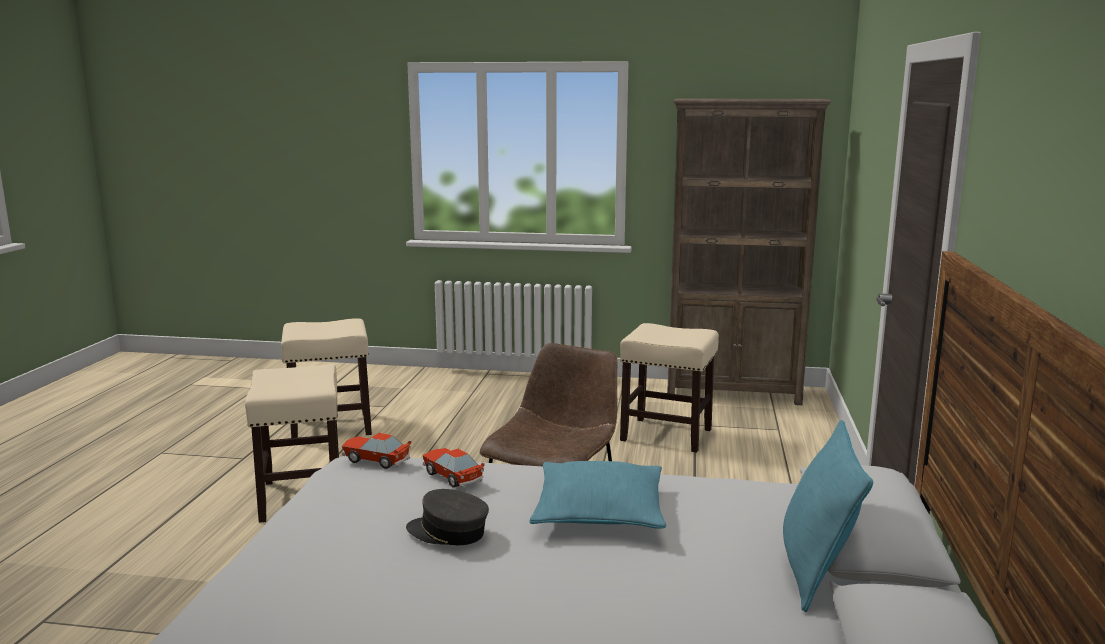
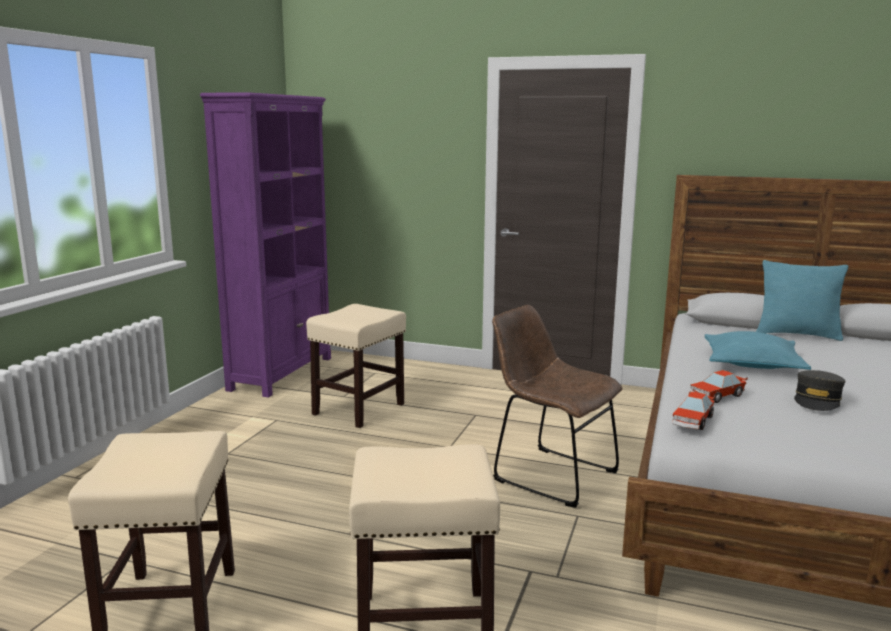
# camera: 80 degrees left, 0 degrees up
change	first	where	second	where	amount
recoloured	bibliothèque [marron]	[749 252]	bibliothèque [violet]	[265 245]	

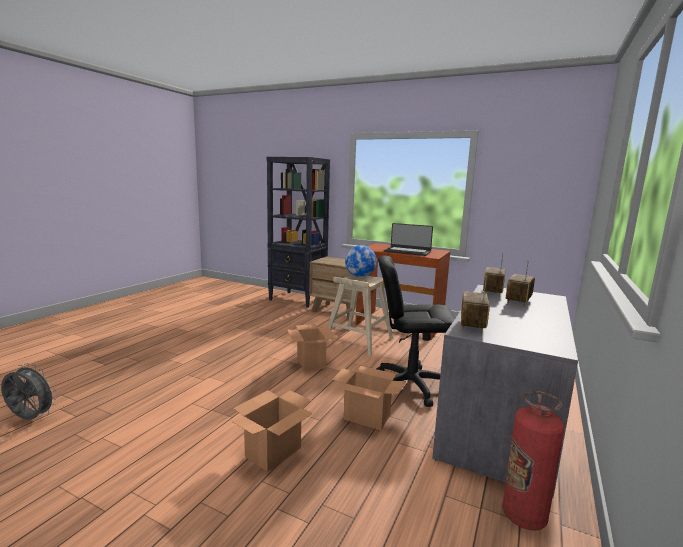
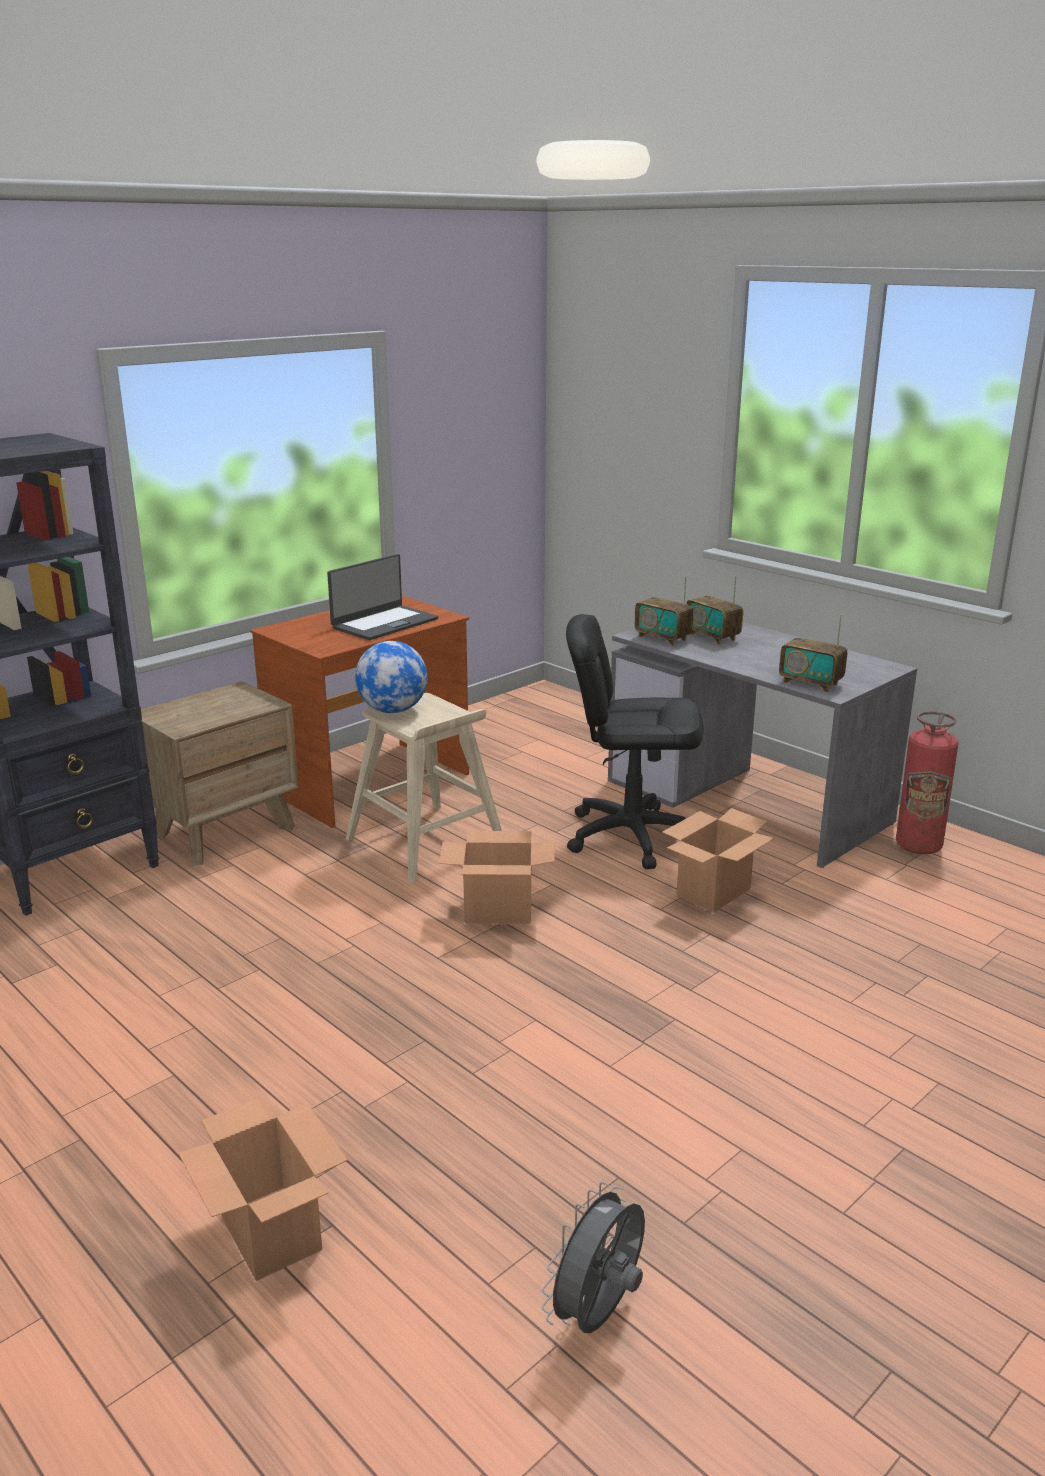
# camera: 70 degrees left, 10 degrees up
change	first	where	second	where	amount
moved	carton	[272 431]		[263 1188]	
turned	chaise de bureau [noir]	[415 331]		[634 741]	75 degrees clockwise

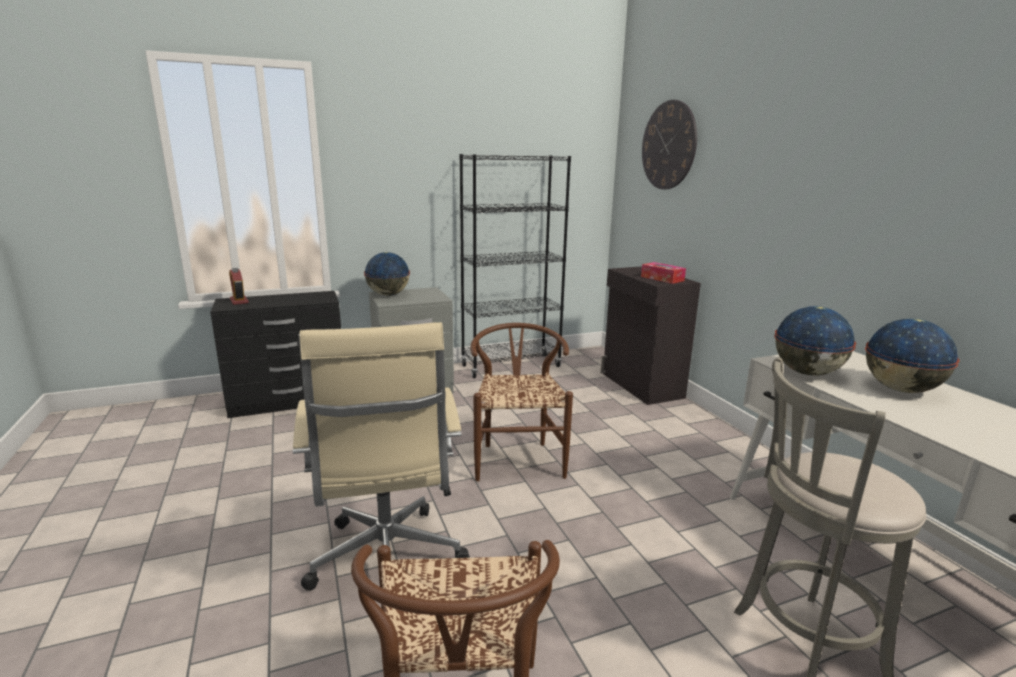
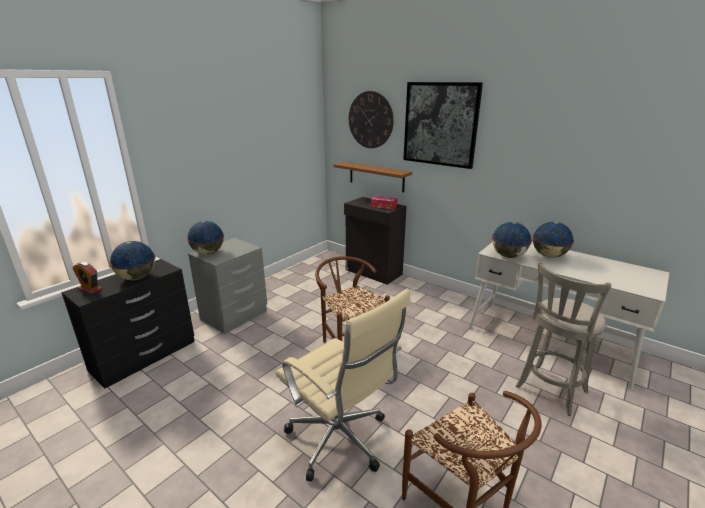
# camera: 30 degrees left, 5 degrees up
change	first	where	second	where	amount
added			globe	[132 260]	
added			étagère [marron]	[372 177]	
added			tableau	[443 125]	
removed	bibliothèque [noir]	[515 266]			

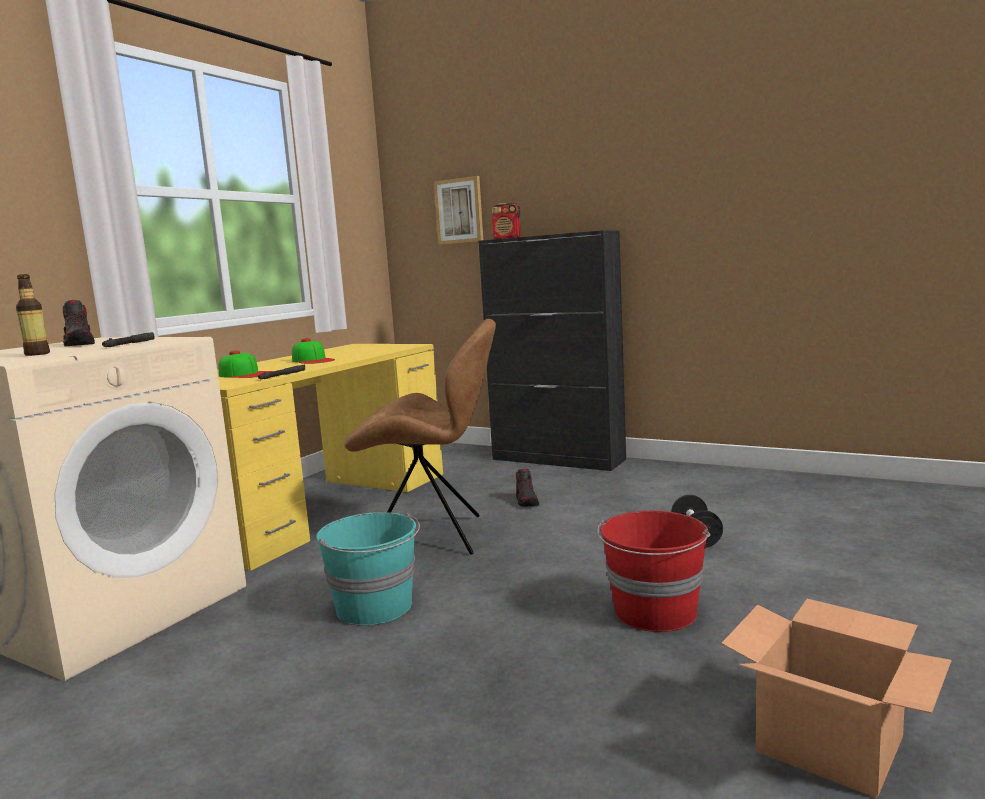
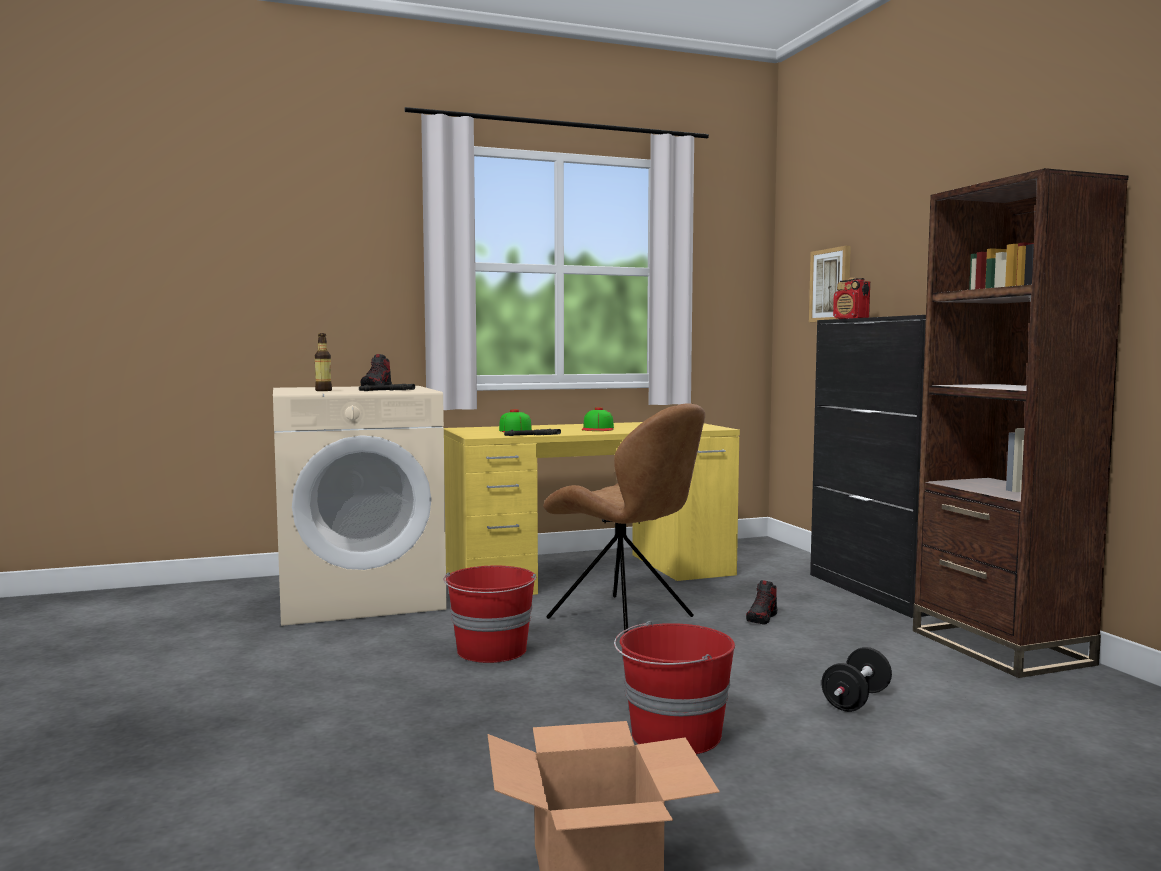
# camera: 40 degrees right, 5 degrees down
change	first	where	second	where	amount
recoloured	seau [turquoise]	[368 569]	seau [rouge]	[490 614]	
added			bibliothèque [marron]	[1020 423]	

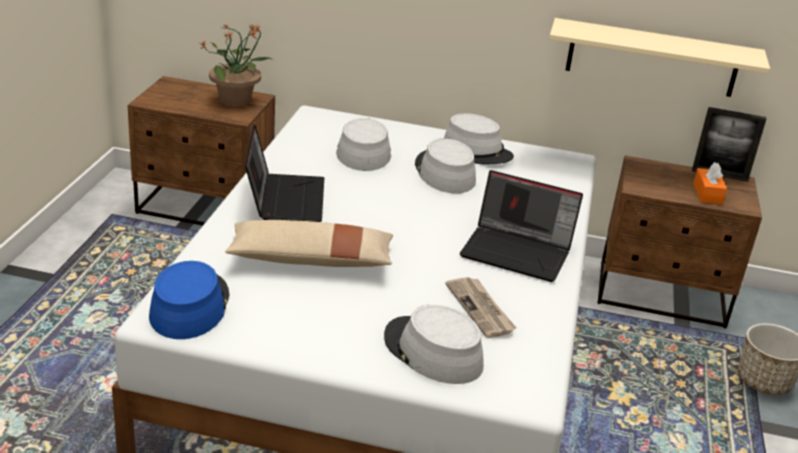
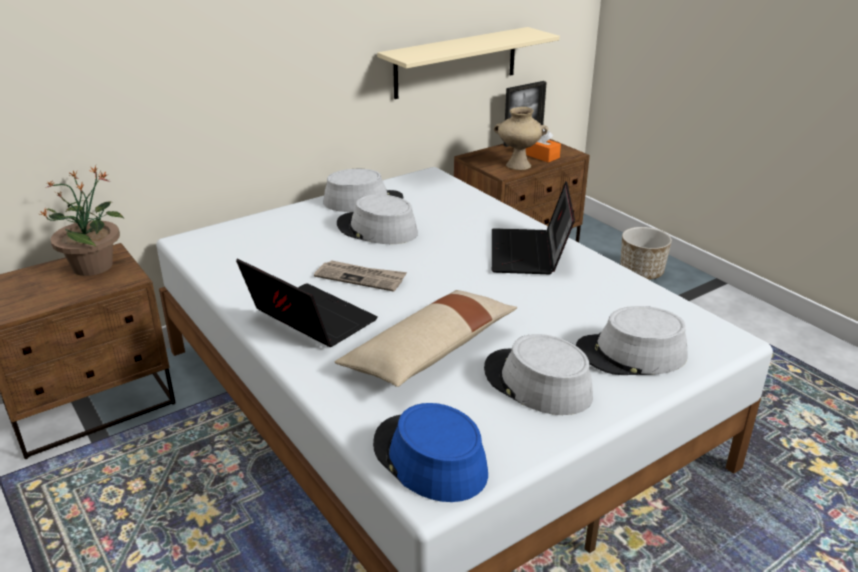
# camera: 45 degrees left, 0 degrees up
change	first	where	second	where	amount
moved	journal	[481 307]		[360 276]	
moved	chapeau [gris]	[363 144]		[538 374]	
turned	ordinateur portable	[521 226]		[533 227]	120 degrees clockwise
added			vase [beige]	[521 138]	

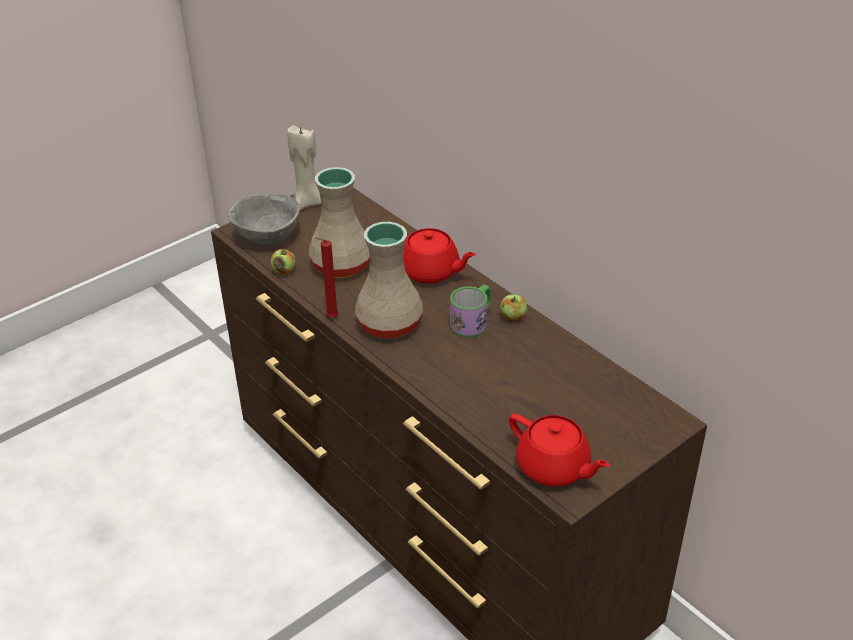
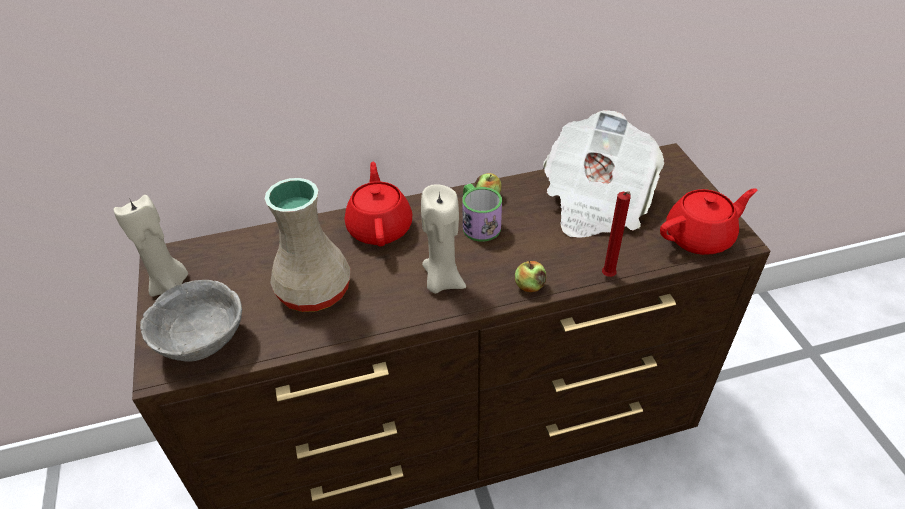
# camera: 65 degrees left, 5 degrees up
change	first	where	second	where	amount
turned	théière [rouge]	[439 256]		[378 204]	60 degrees counterclockwise
replaced	vase [beige]	[389 280]	bougie [beige]	[443 239]	
moved	pomme	[283 261]		[531 276]	
added			journal	[603 174]	
moved	bougie [rouge]	[327 277]		[616 234]	

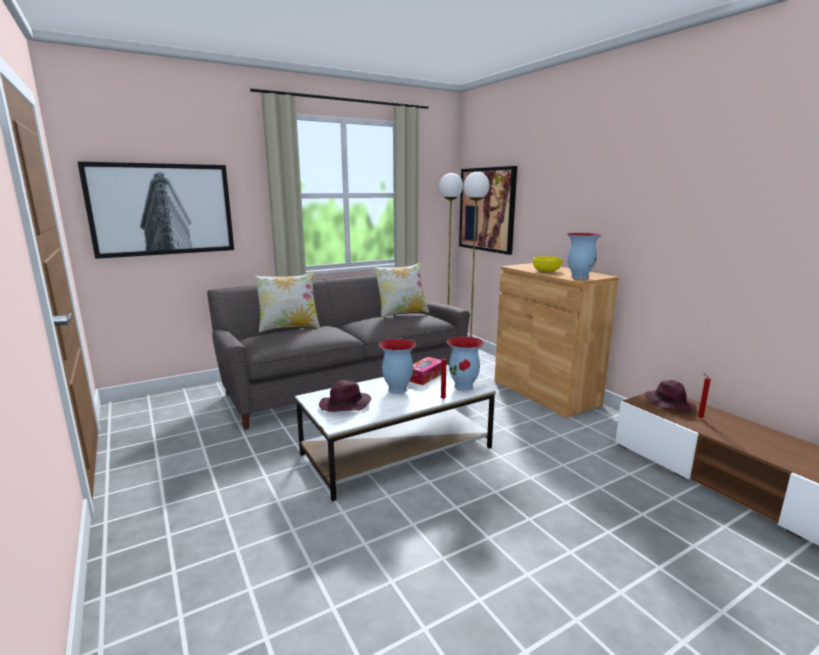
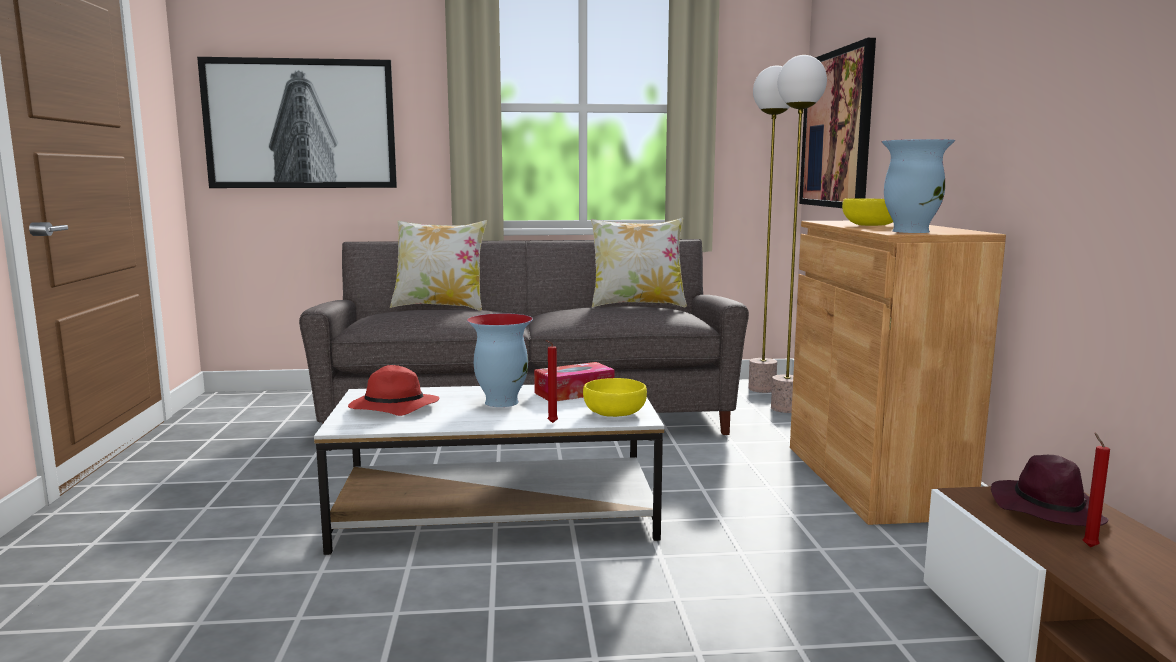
# camera: 25 degrees right, 5 degrees down
change	first	where	second	where	amount
recoloured	chapeau [violet]	[345 396]	chapeau [rouge]	[394 390]	
replaced	vase	[465 363]	bol [jaune]	[615 397]	

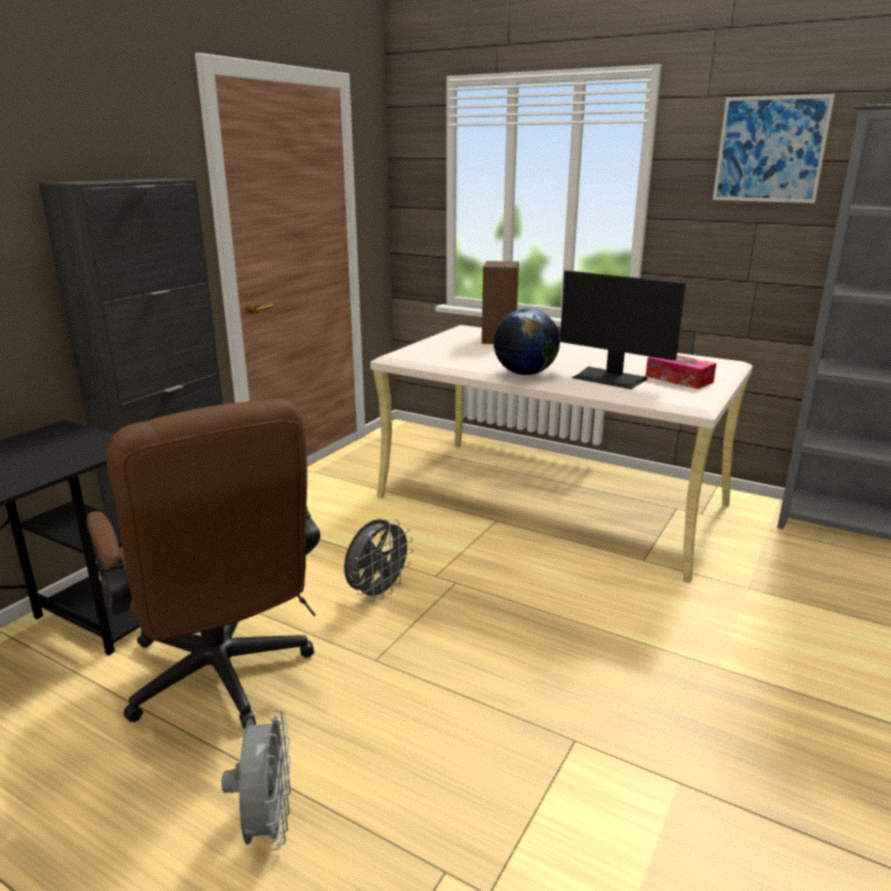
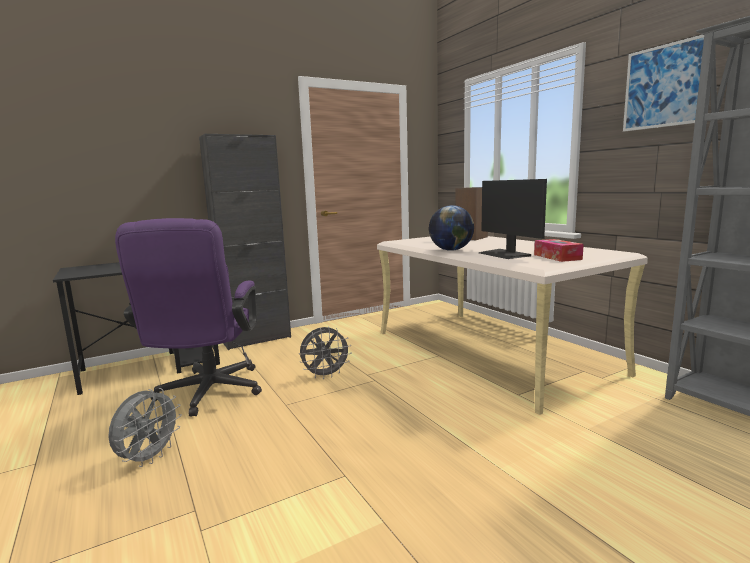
# camera: 30 degrees right, 10 degrees down
change	first	where	second	where	amount
recoloured	chaise de bureau [marron]	[203 564]	chaise de bureau [violet]	[188 317]	

